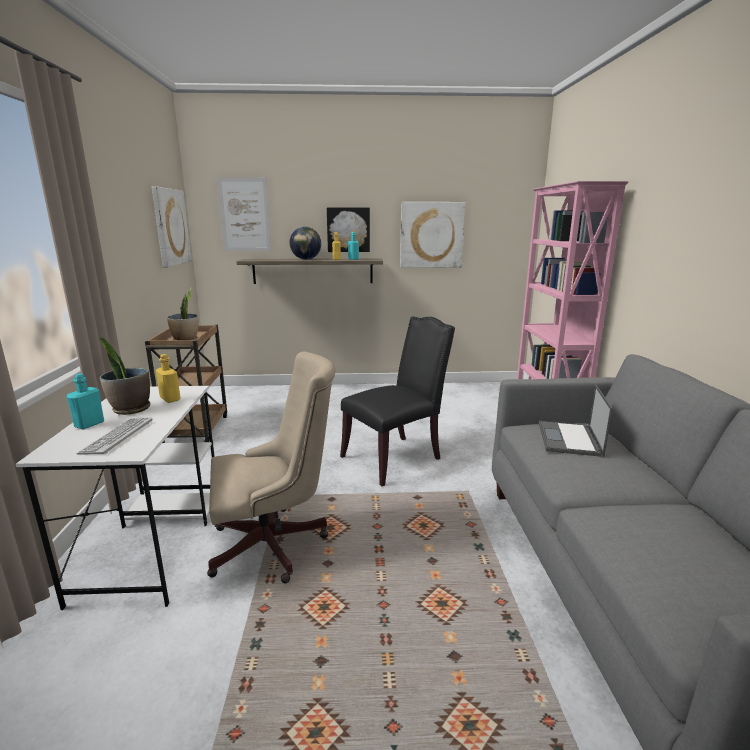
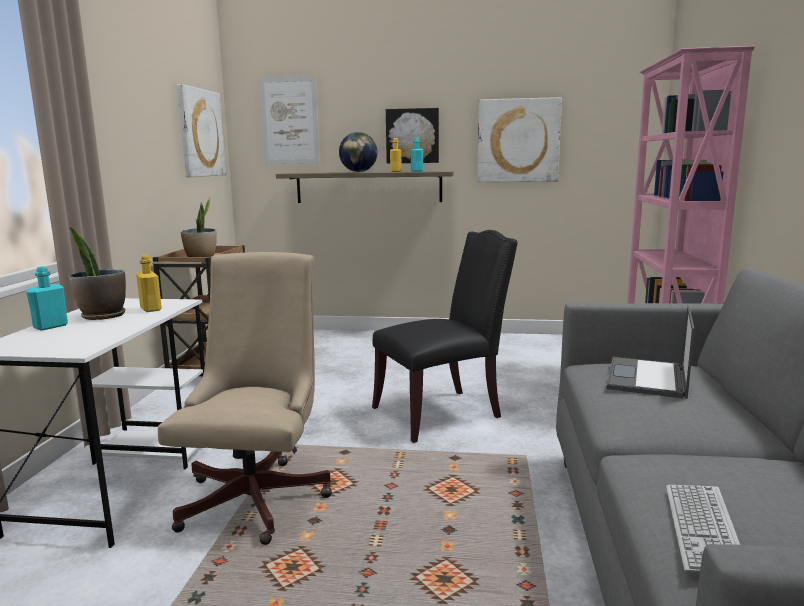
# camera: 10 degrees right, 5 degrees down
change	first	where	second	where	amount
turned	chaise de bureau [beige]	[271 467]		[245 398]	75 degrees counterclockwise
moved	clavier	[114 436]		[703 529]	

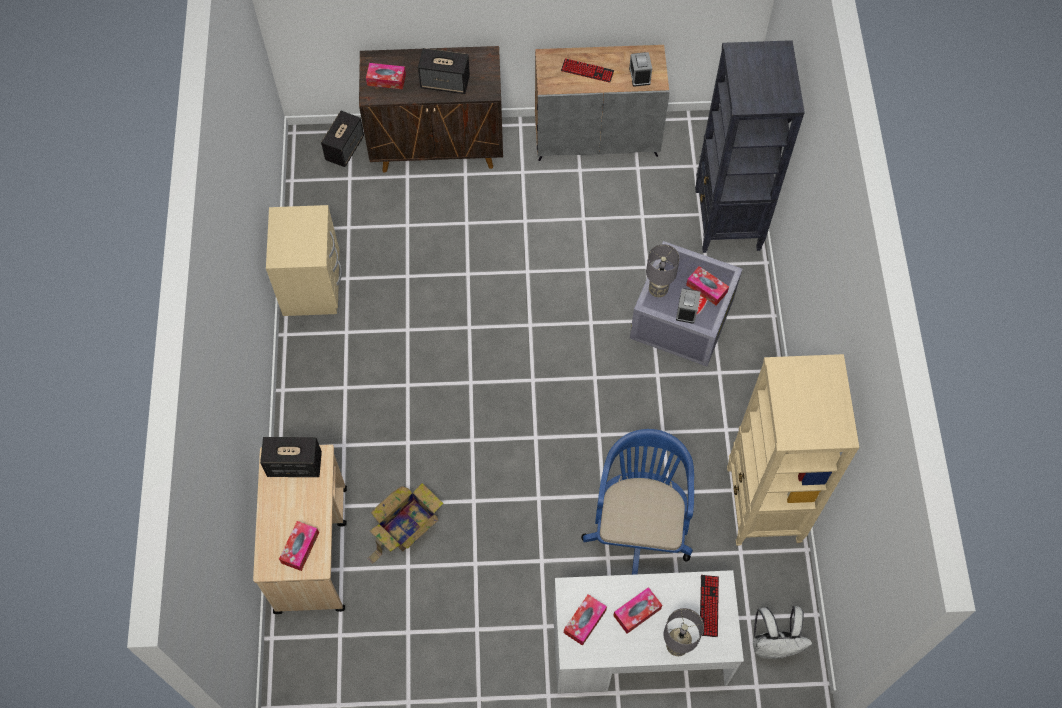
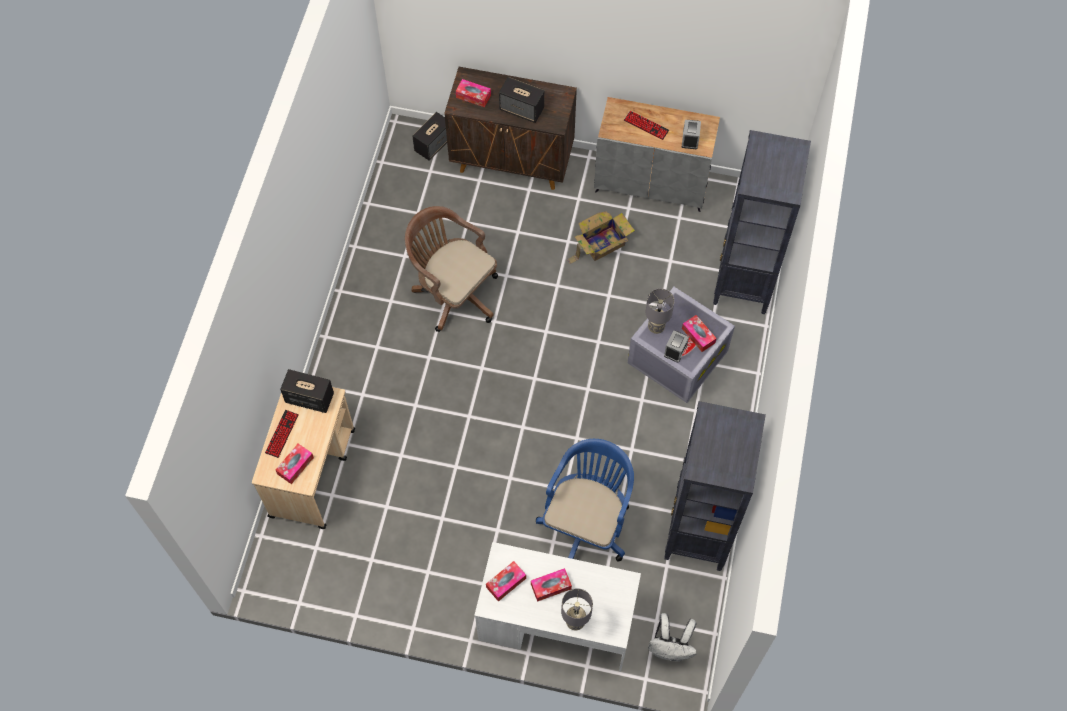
# camera: 15 degrees right, 0 degrees up
change	first	where	second	where	amount
moved	clavier	[709 606]		[282 434]	
added			chaise de bureau [marron]	[451 269]	
moved	carton	[405 523]		[601 237]	
recoloured	bibliothèque [beige]	[793 450]	bibliothèque [noir]	[715 486]	
removed	table de chevet [beige]	[304 260]			

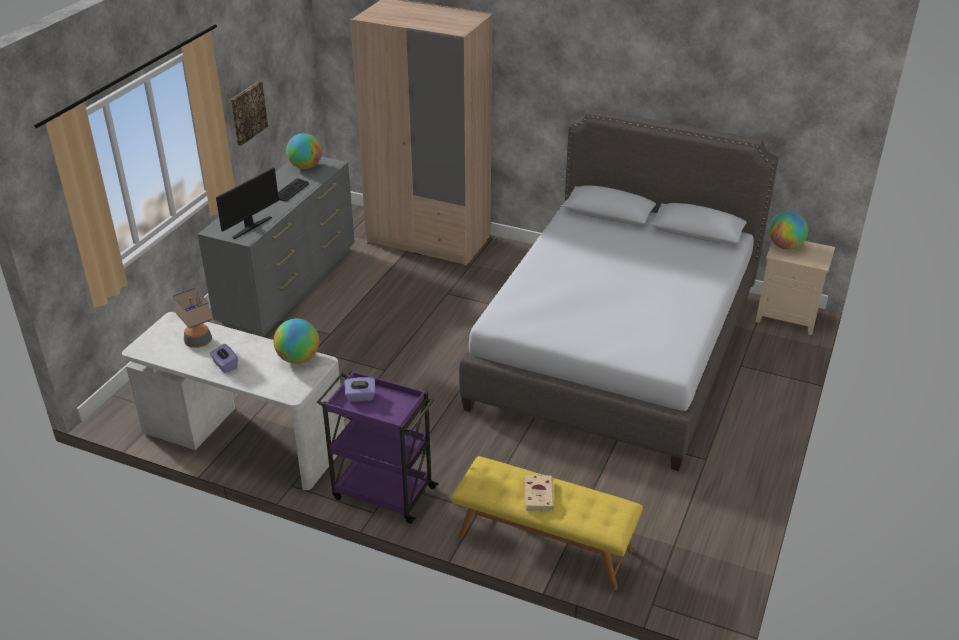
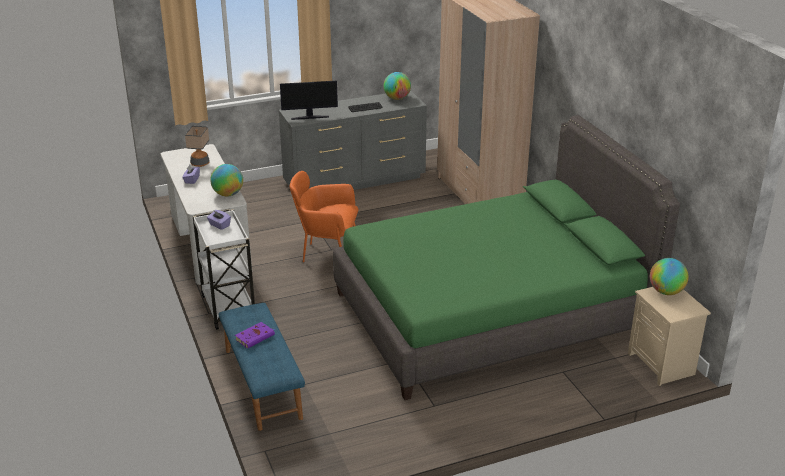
# camera: 45 degrees right, 5 degrees down
change	first	where	second	where	amount
recoloured	chariot [violet]	[378 447]	chariot [blanc]	[224 269]	
recoloured	banc [jaune]	[547 523]	banc [bleu]	[262 367]	
recoloured	livre [beige]	[539 493]	livre [violet]	[255 335]	
added			fauteuil [orange]	[324 216]	
recoloured	lit [gris]	[619 290]	lit [vert]	[506 257]	
removed	tableau	[249 113]			

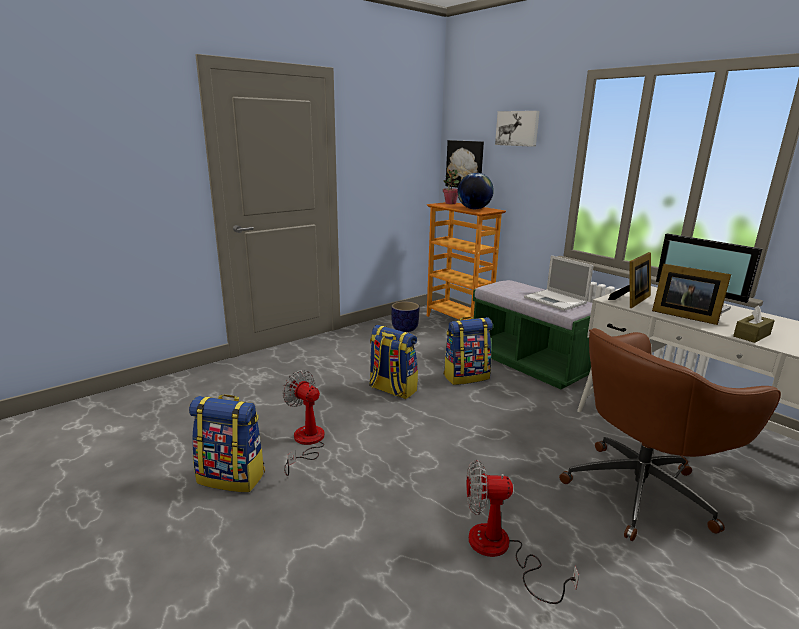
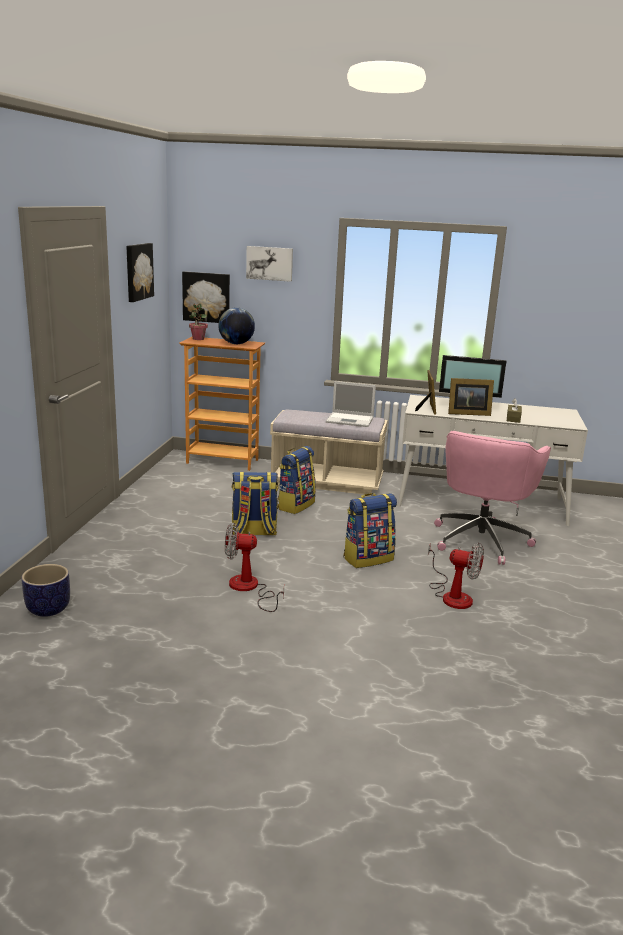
# camera: 40 degrees left, 0 degrees up
change	first	where	second	where	amount
moved	cache-pot	[405 316]		[46 590]	
added			tableau	[140 272]	
recoloured	banc [vert]	[532 334]	banc [beige]	[329 452]	
moved	sac à dos	[227 443]		[370 530]	
turned	ventilateur	[522 532]		[456 576]	120 degrees counterclockwise
recoloured	chaise de bureau [marron]	[670 434]	chaise de bureau [rose]	[492 498]	

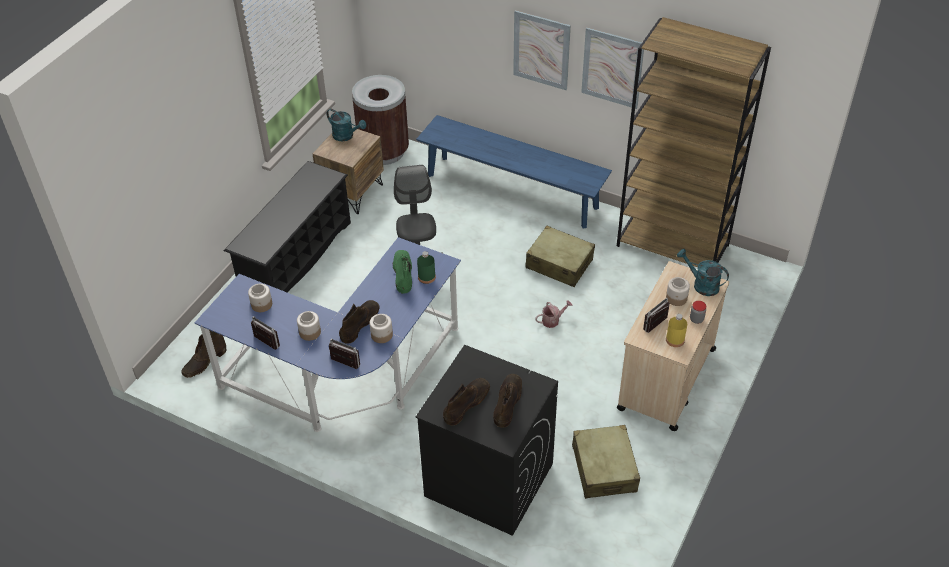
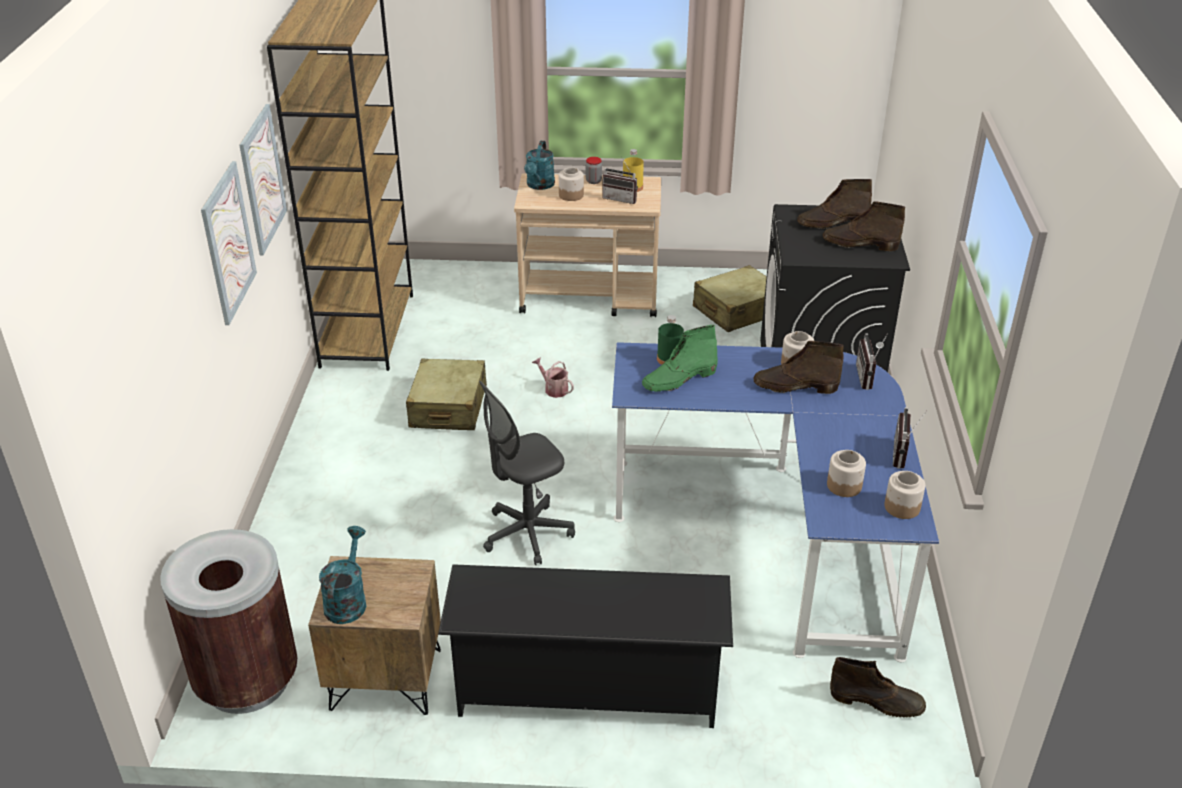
# camera: 115 degrees left, 10 degrees down
change	first	where	second	where	amount
moved	bocal	[309 326]		[904 495]	
removed	banc [bleu]	[514 172]			

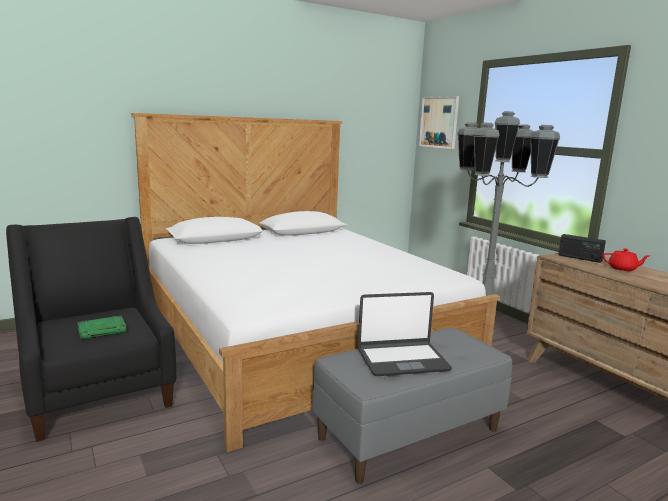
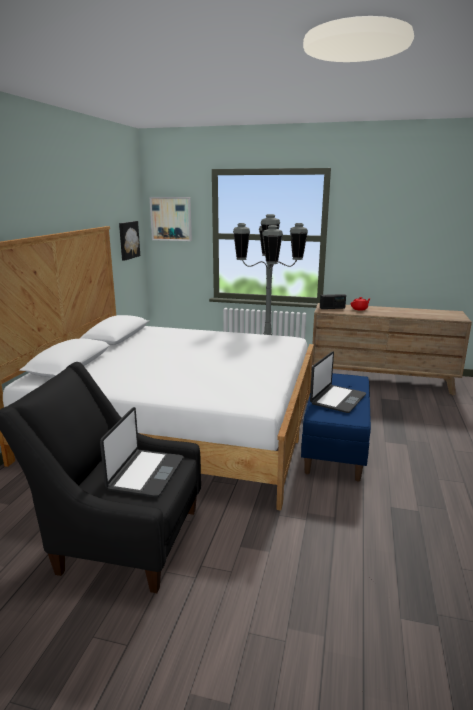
# camera: 45 degrees left, 5 degrees up
change	first	where	second	where	amount
replaced	livre [vert]	[102 328]	ordinateur portable	[141 452]	
added			tableau	[129 241]	
recoloured	banc [gris]	[412 406]	banc [bleu]	[336 427]	

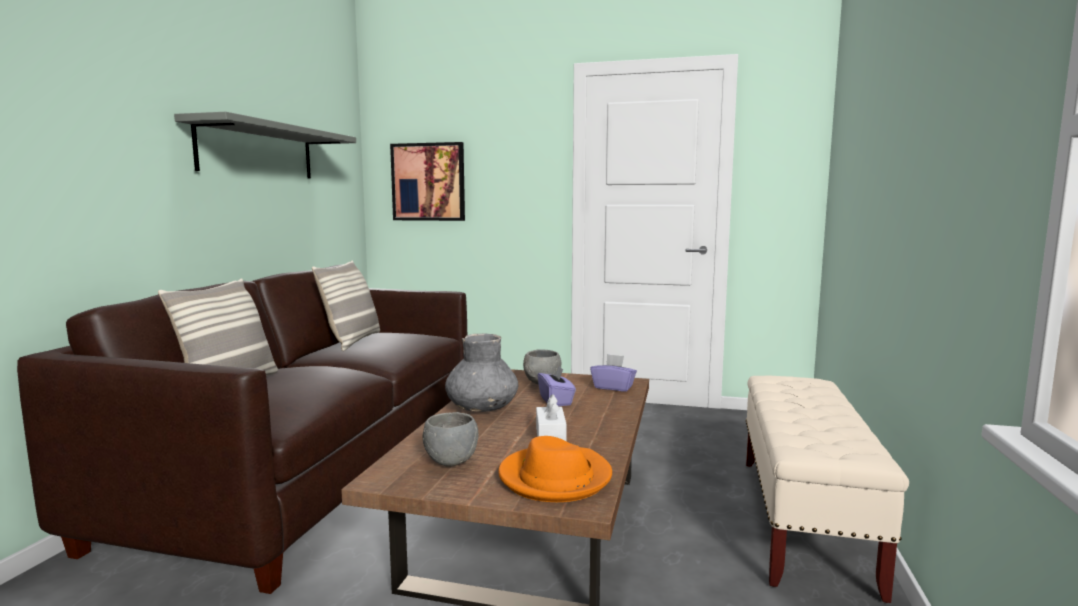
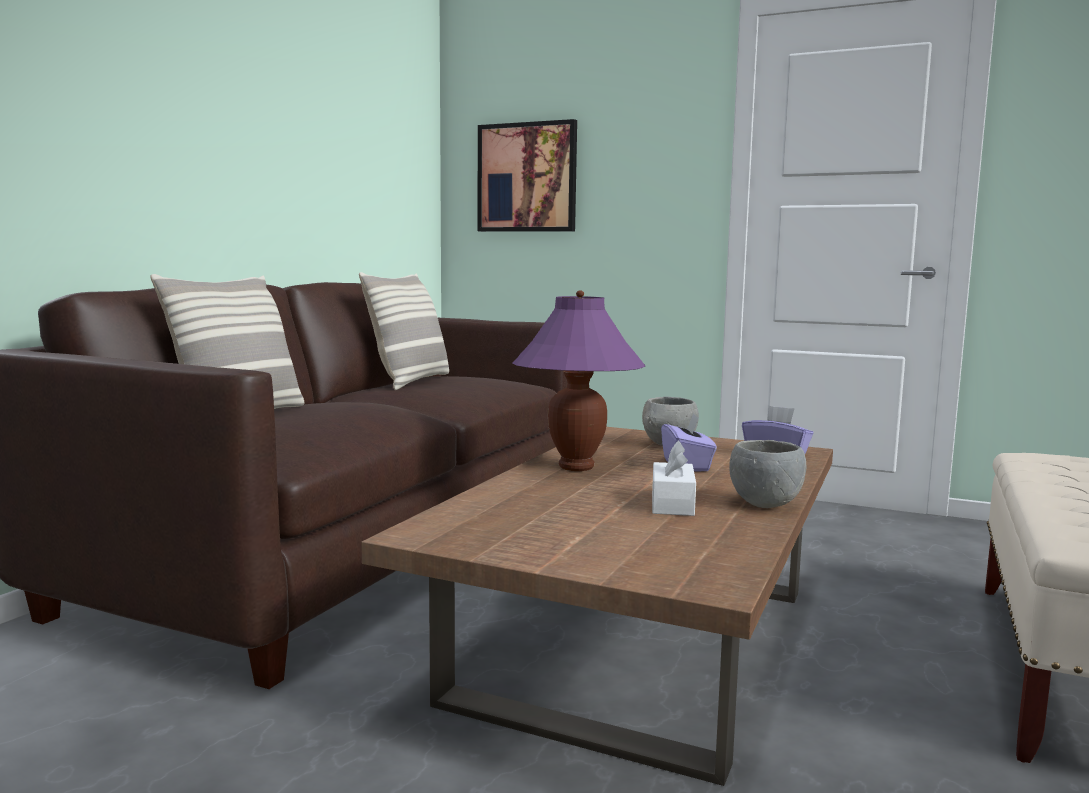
# camera: 10 degrees right, 0 degrees up
change	first	where	second	where	amount
replaced	vase [gris]	[481 373]	lampe de table [violet]	[578 380]	
moved	bol [gris]	[450 439]		[767 474]	
removed	étagère [gris]	[265 145]			
removed	chapeau [orange]	[555 469]			

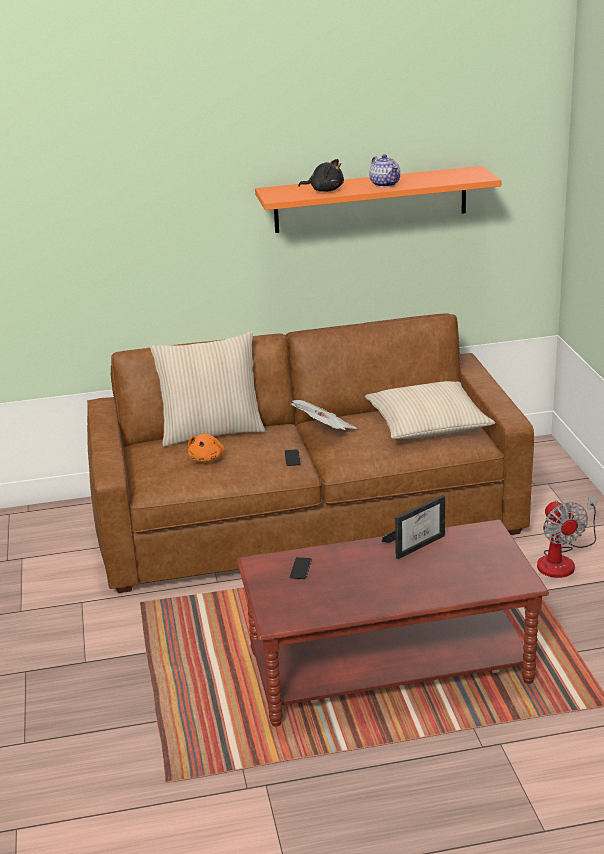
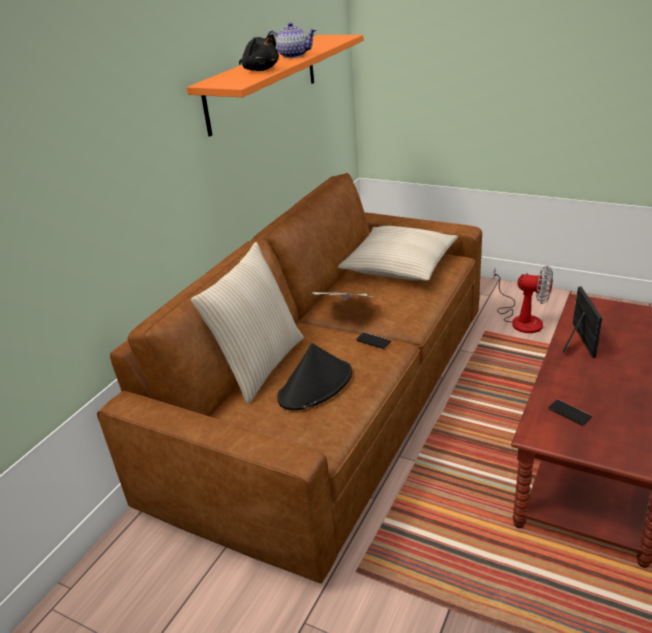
# camera: 50 degrees left, 5 degrees up
change	first	where	second	where	amount
turned	peluche [noir]	[321 175]		[259 52]	75 degrees clockwise
replaced	peluche [orange]	[206 448]	chapeau [noir]	[314 377]	

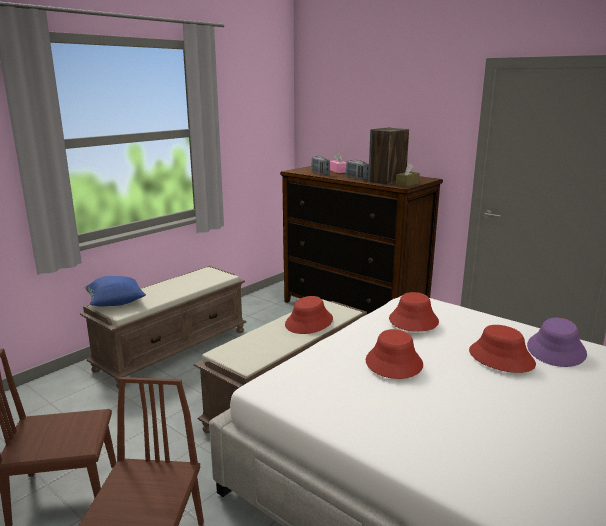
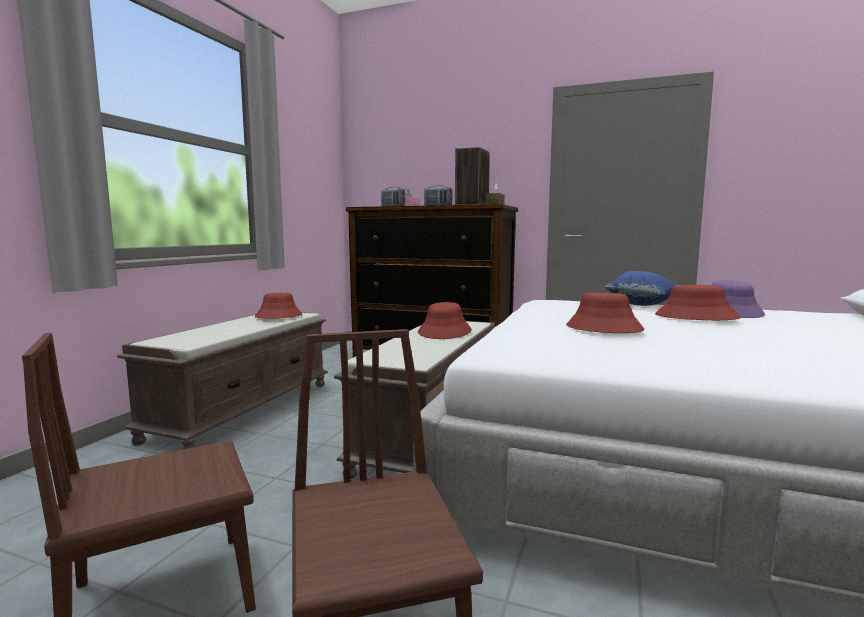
# camera: 20 degrees left, 10 degrees down
change	first	where	second	where	amount
moved	chapeau [rouge]	[414 312]		[278 306]	
moved	coussin [bleu]	[115 291]		[640 288]	

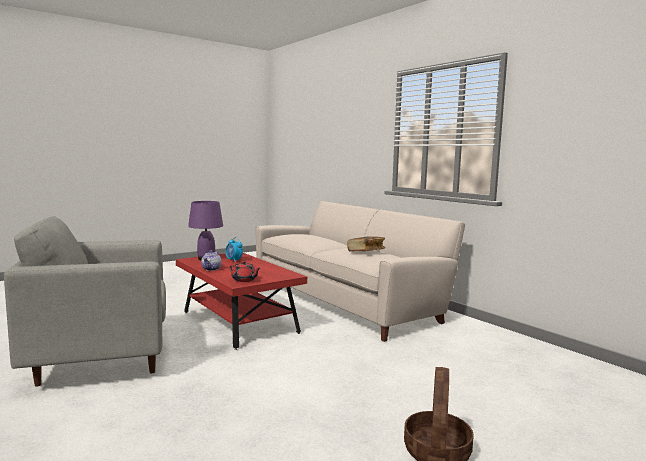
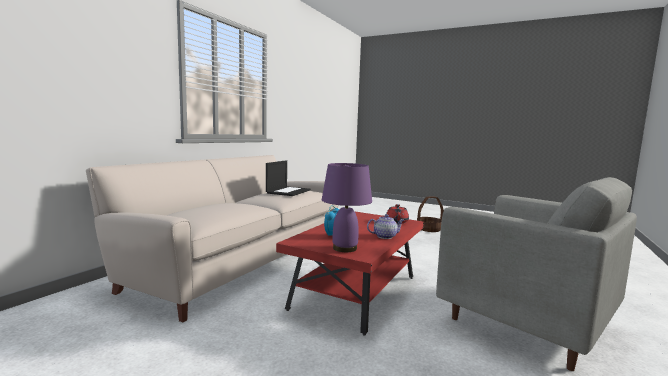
# camera: 115 degrees left, 0 degrees up
change	first	where	second	where	amount
replaced	livre	[366 243]	ordinateur portable	[288 178]	

